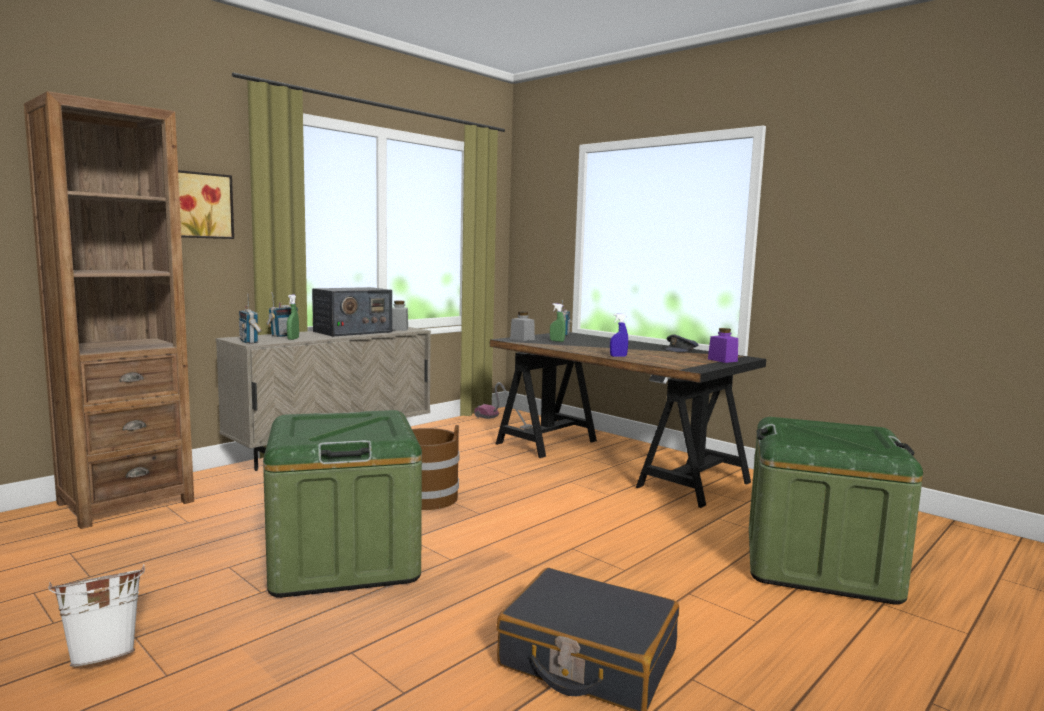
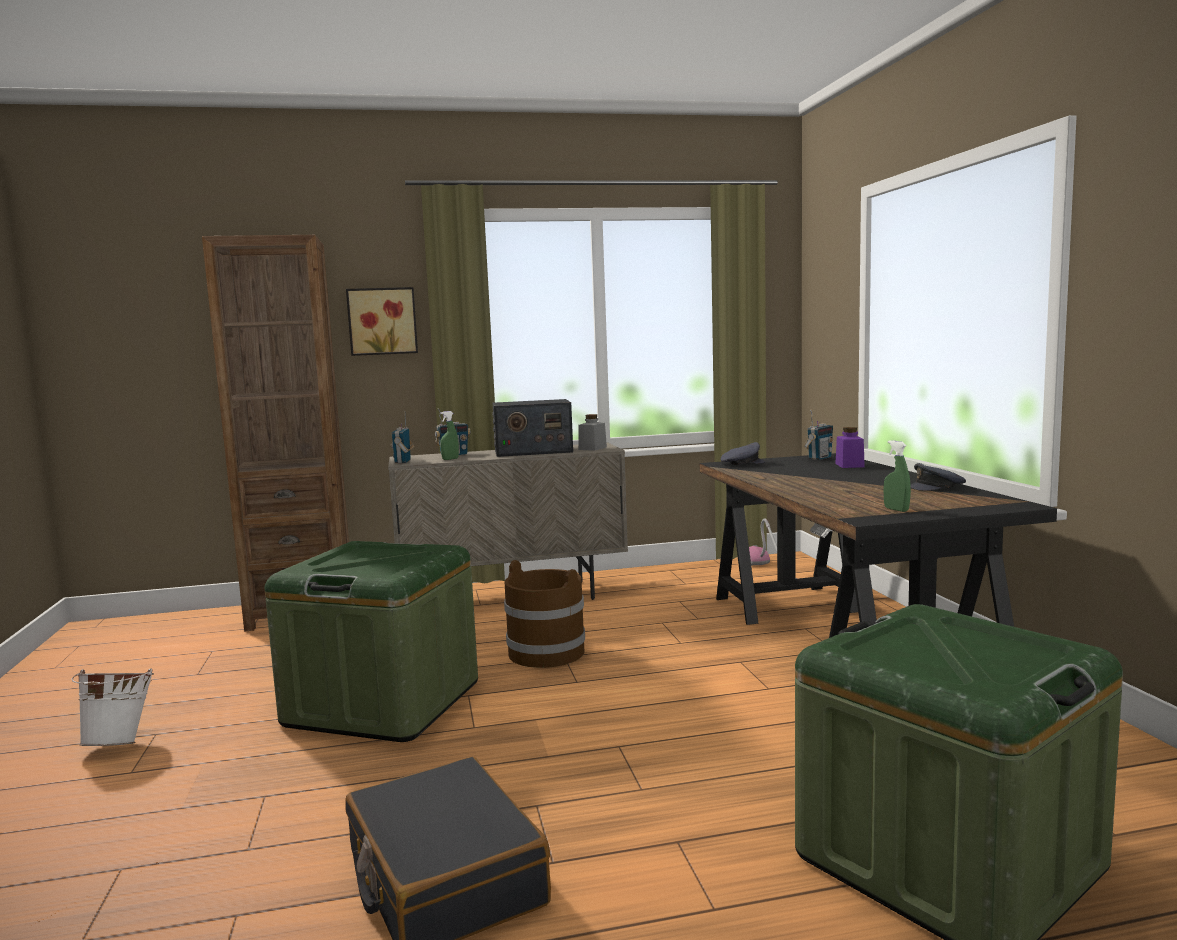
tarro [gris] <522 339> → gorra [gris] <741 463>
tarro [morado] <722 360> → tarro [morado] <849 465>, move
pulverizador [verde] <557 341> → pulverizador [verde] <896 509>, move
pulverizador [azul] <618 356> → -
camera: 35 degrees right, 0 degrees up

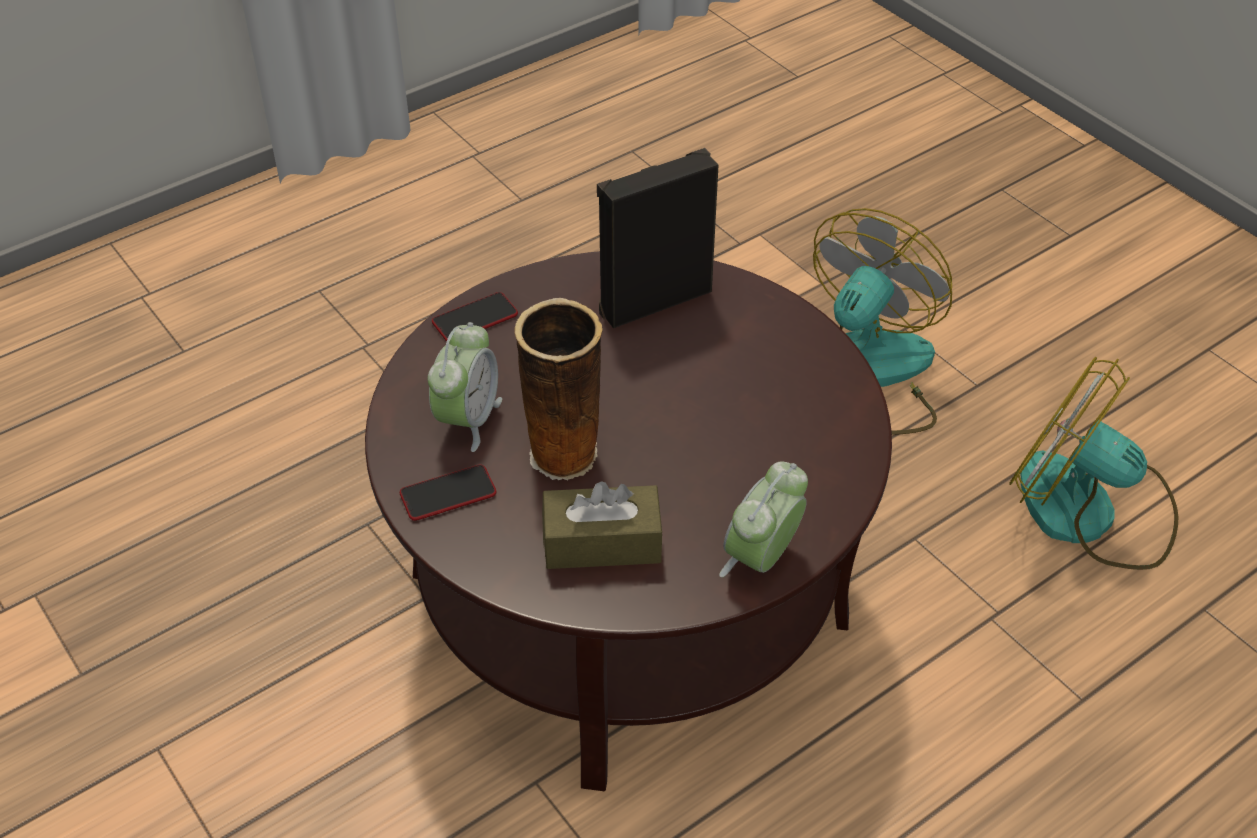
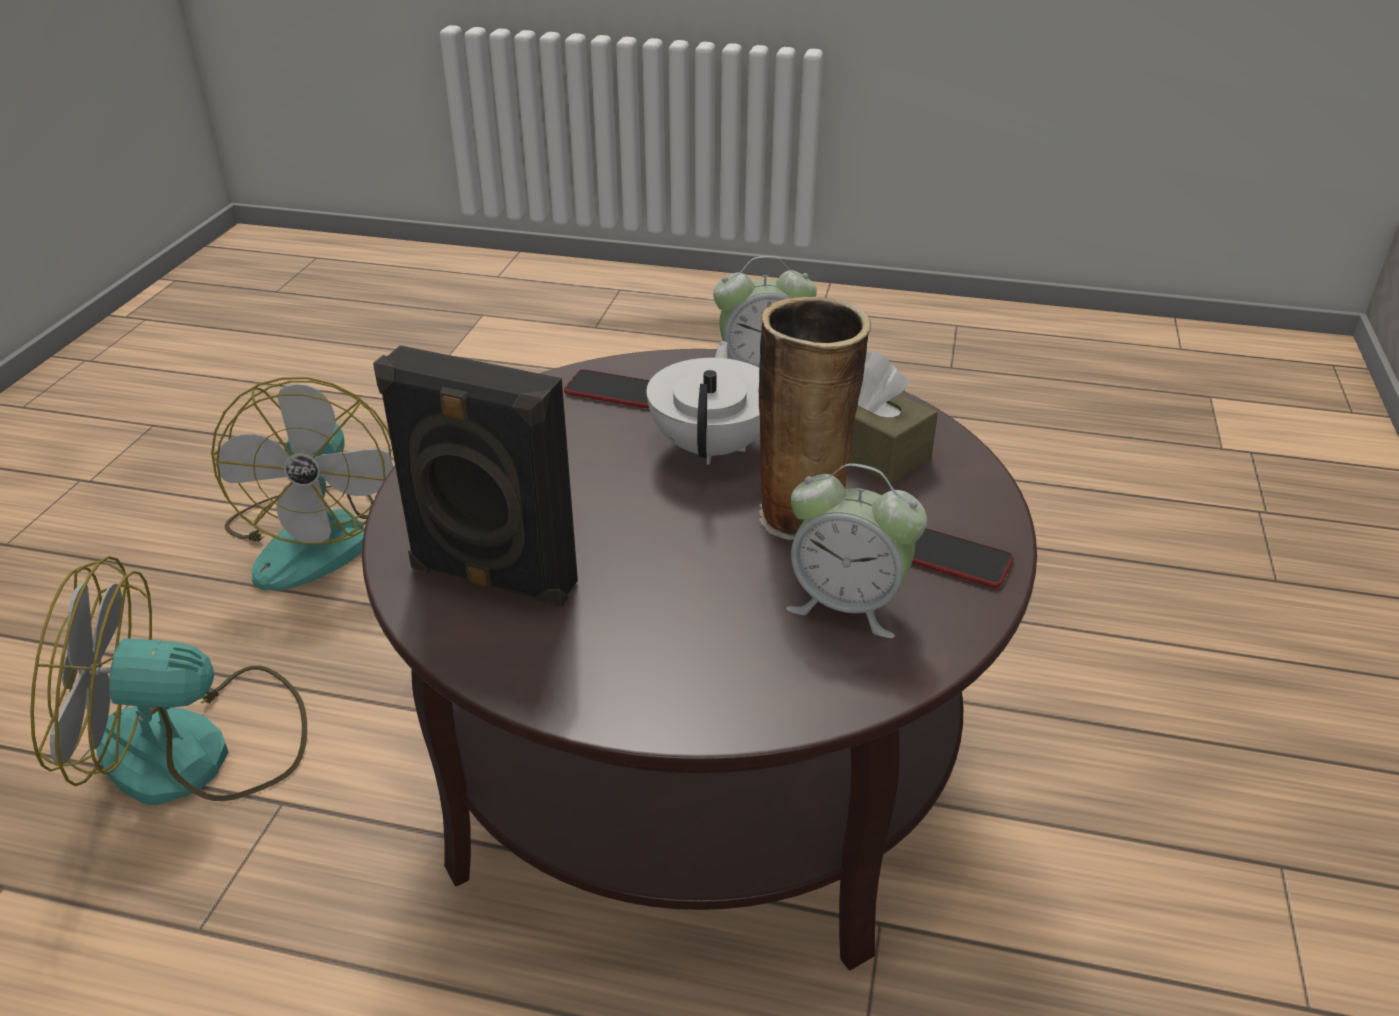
móvil <475 318> → móvil <614 391>, move
- → tetera [blanco] <713 446>
despertador <468 420> → despertador <847 605>, 135 degrees counterclockwise
camera: 130 degrees left, 10 degrees down

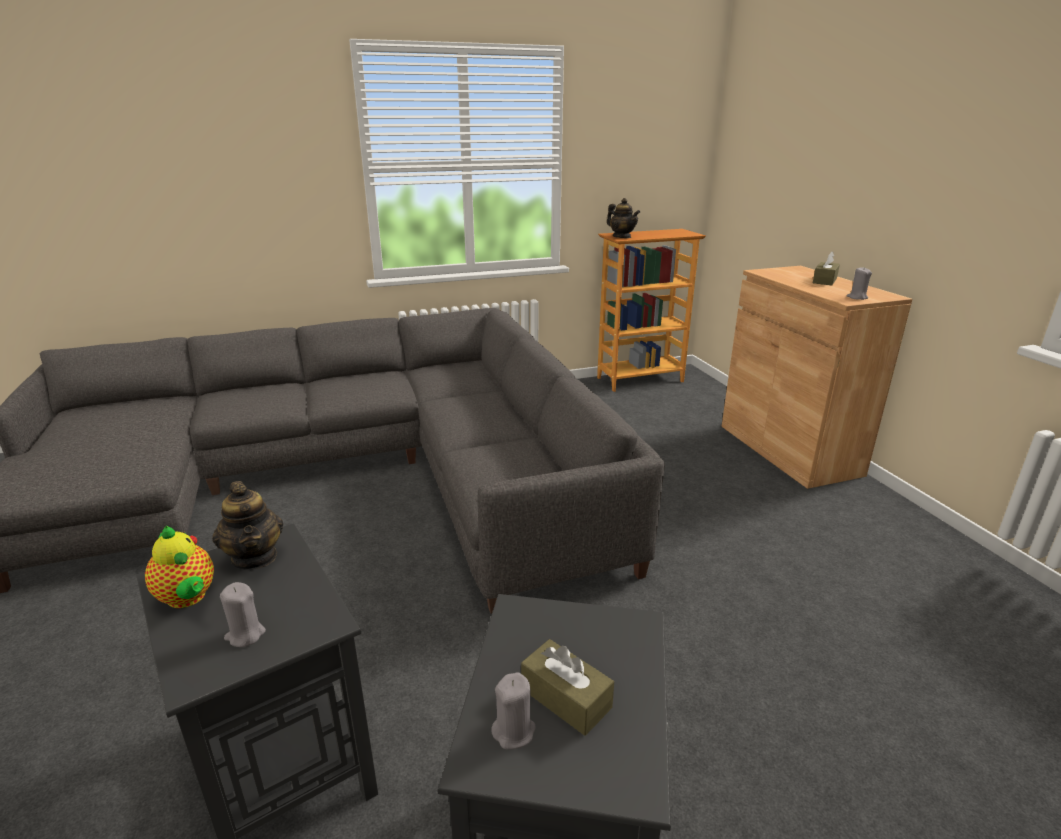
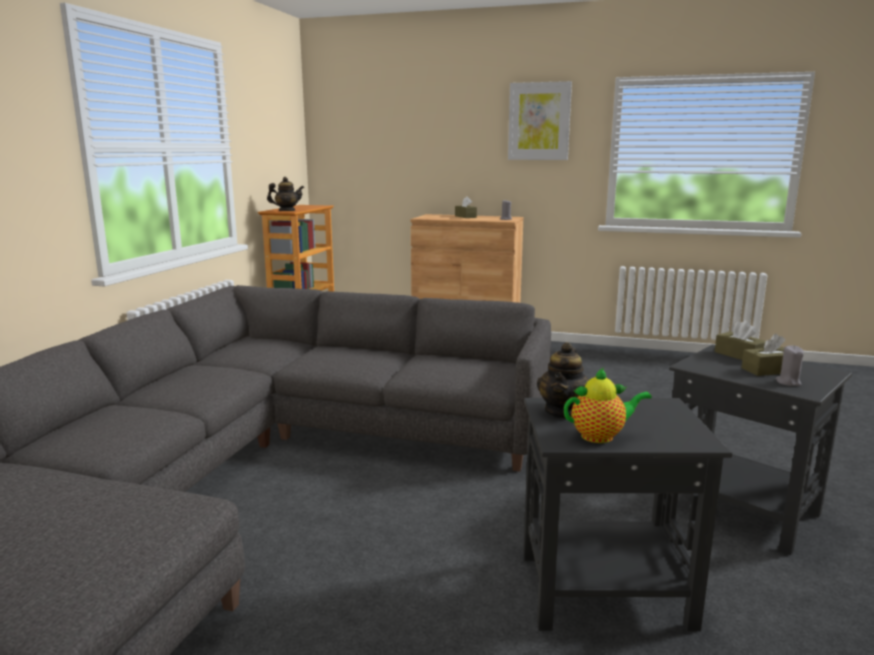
- → cuadro <539 121>
tetera <255 557> → tetera <563 412>, 105 degrees clockwise
- → caja de pañuelos [marrón] <739 355>
vela [gris] <245 635> → -
camera: 55 degrees left, 10 degrees down

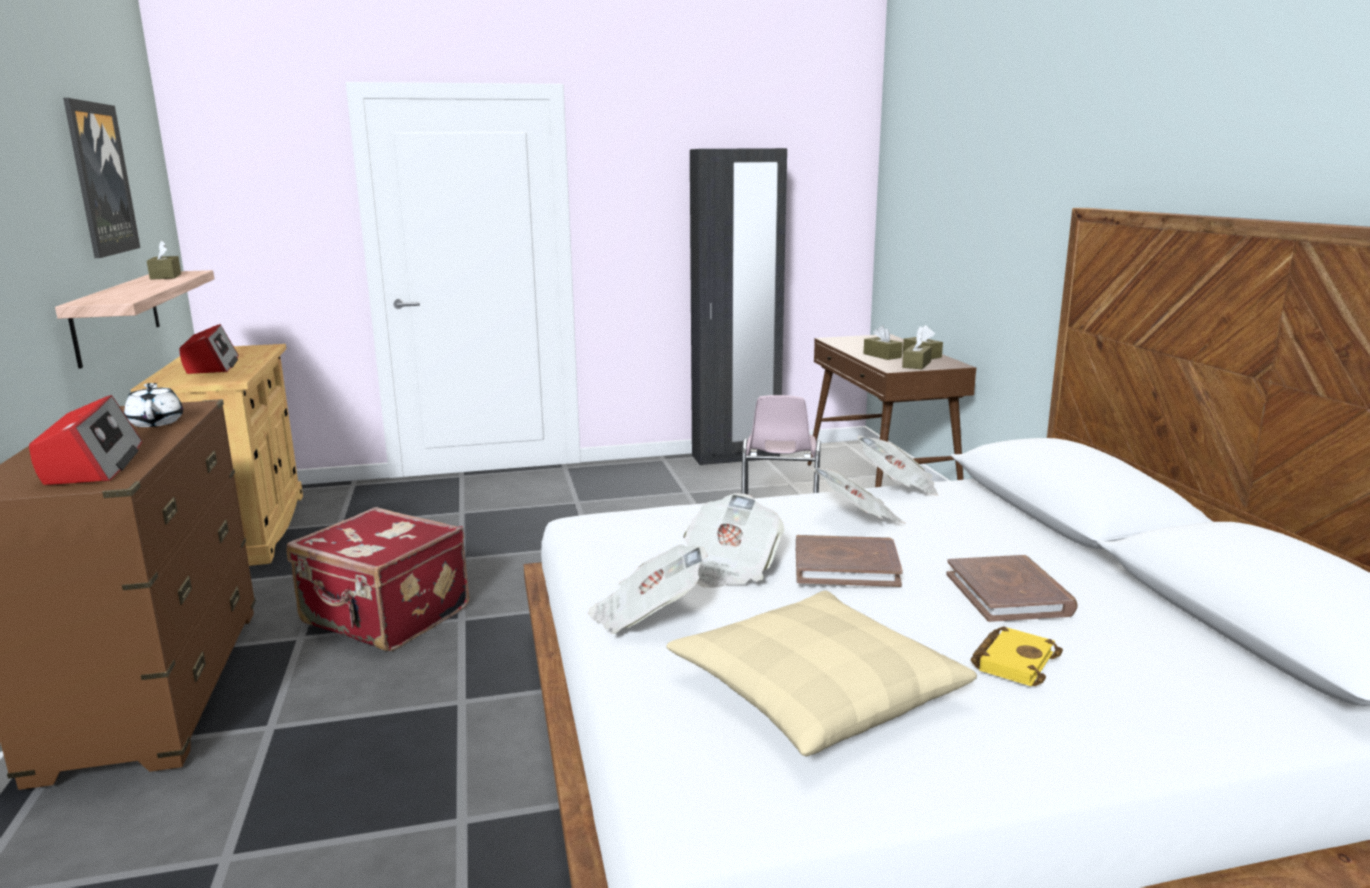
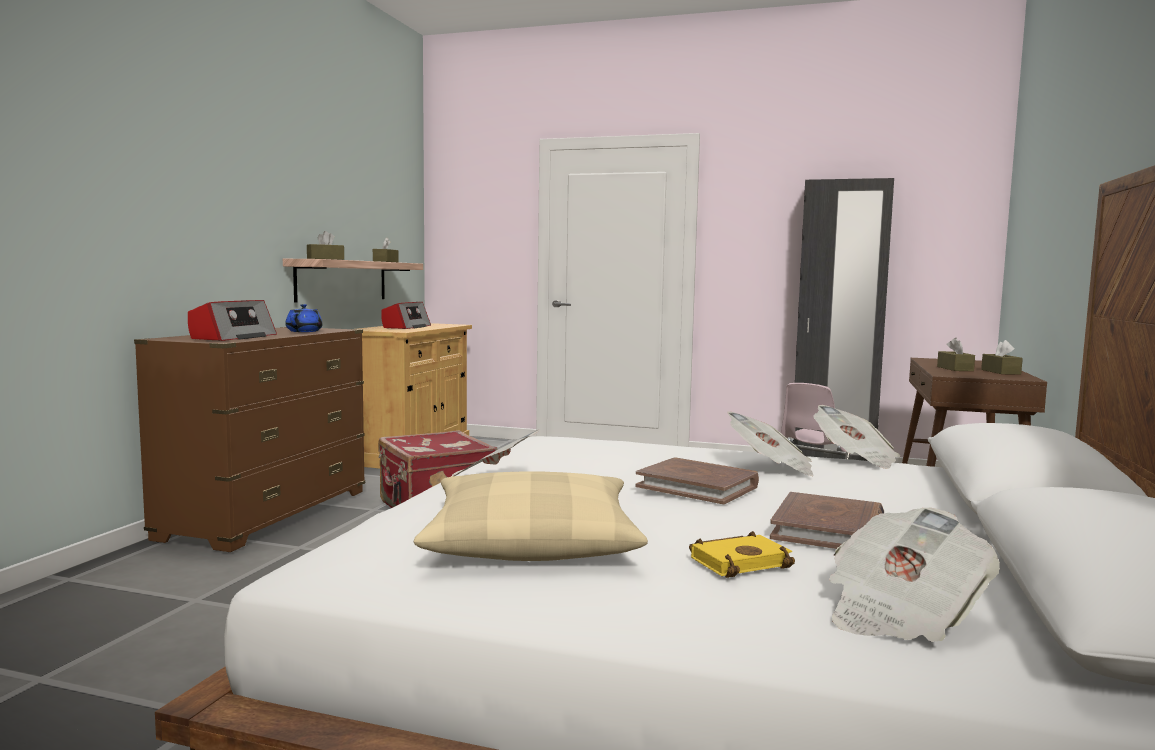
tetera [blanco] <156 422> → tetera [azul] <305 331>
caja de pañuelos [marrón] <916 365> → caja de pañuelos [marrón] <325 259>, move
periódico <730 567> → periódico <900 614>, move
cuadro <100 179> → -
camera: 30 degrees right, 10 degrees down

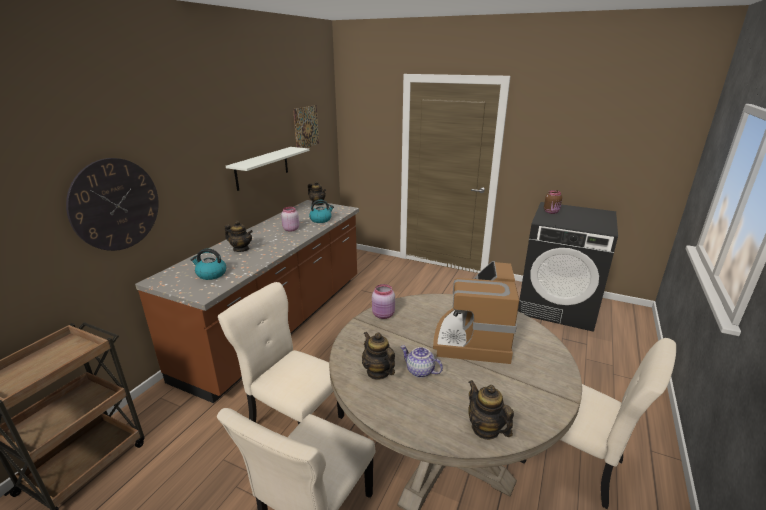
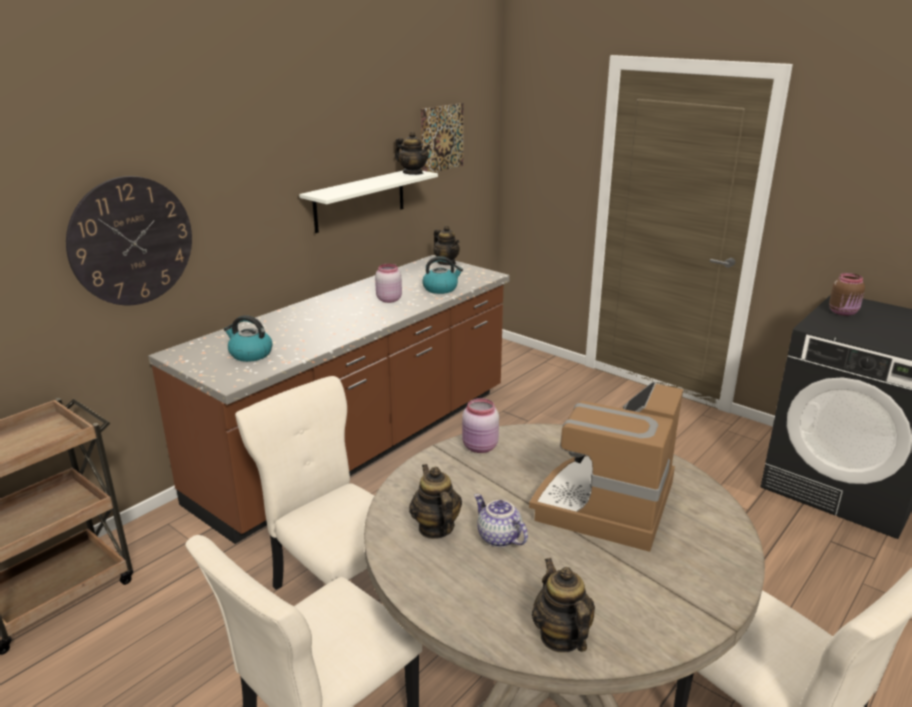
tetera <241 249> → tetera <413 173>, move
camera: 15 degrees right, 0 degrees up

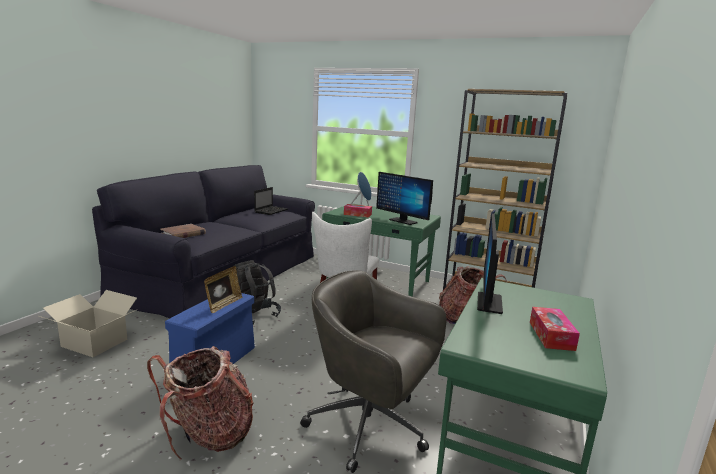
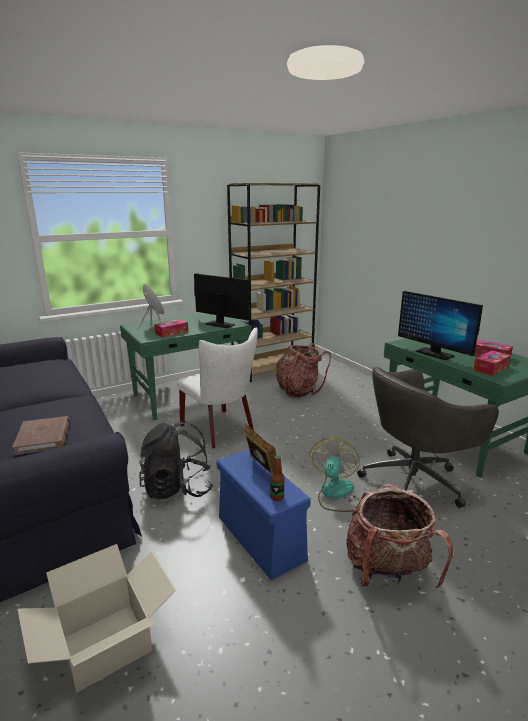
monitor <403 221> → monitor <220 324>, 135 degrees counterclockwise
- → botella <277 497>
- → ventilador <336 494>
- → caja de pañuelos <491 368>
portátil <271 211> → -
camera: 55 degrees left, 5 degrees up

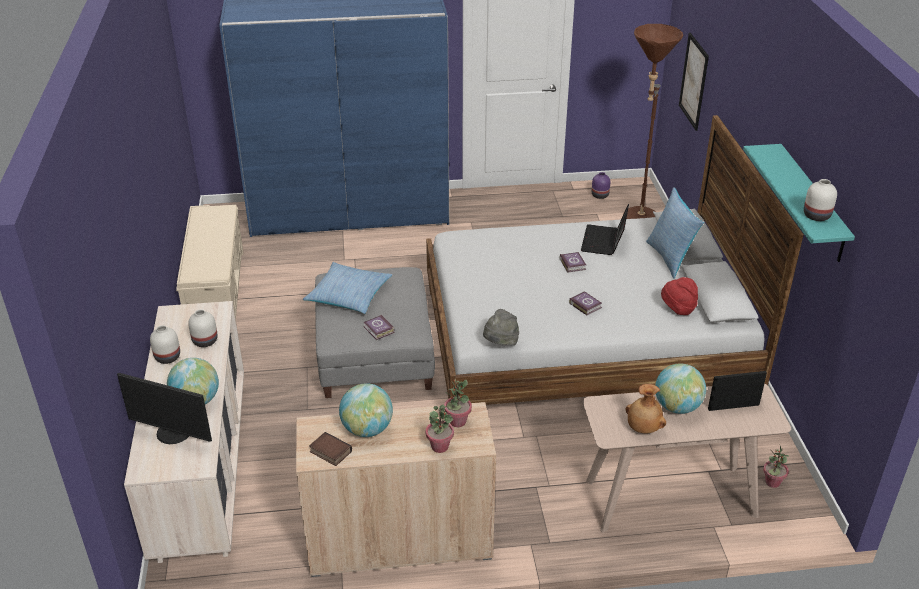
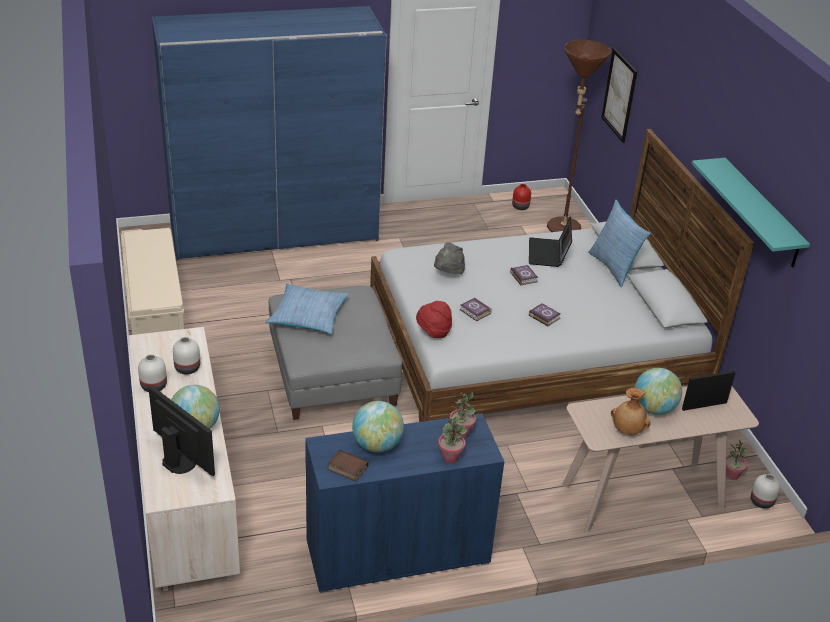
monitor <173 433> → monitor <181 460>, 150 degrees counterclockwise
armario [beis] <399 540> → armario [azul] <397 552>
sombrero [rojo] <678 309> → sombrero [rojo] <433 332>, move
sombrero [gris] <500 343> → sombrero [gris] <448 273>, move
libro <378 330> → libro <475 312>, move
florero [morado] <600 195> → florero [rojo] <521 207>
florero [blanco] <817 216> → florero [blanco] <762 502>, move
camera: 10 degrees left, 0 degrees up

